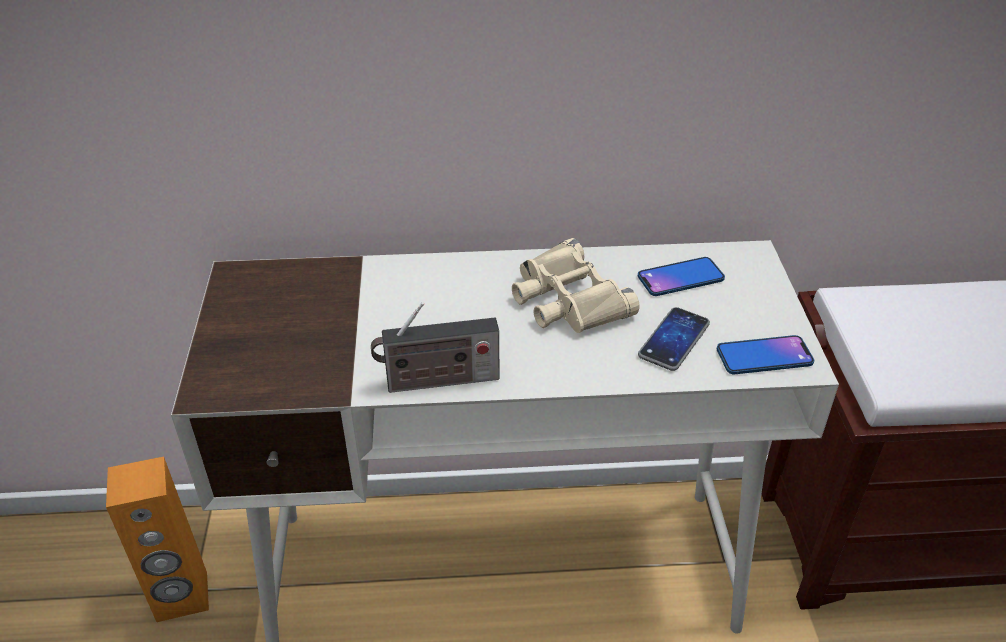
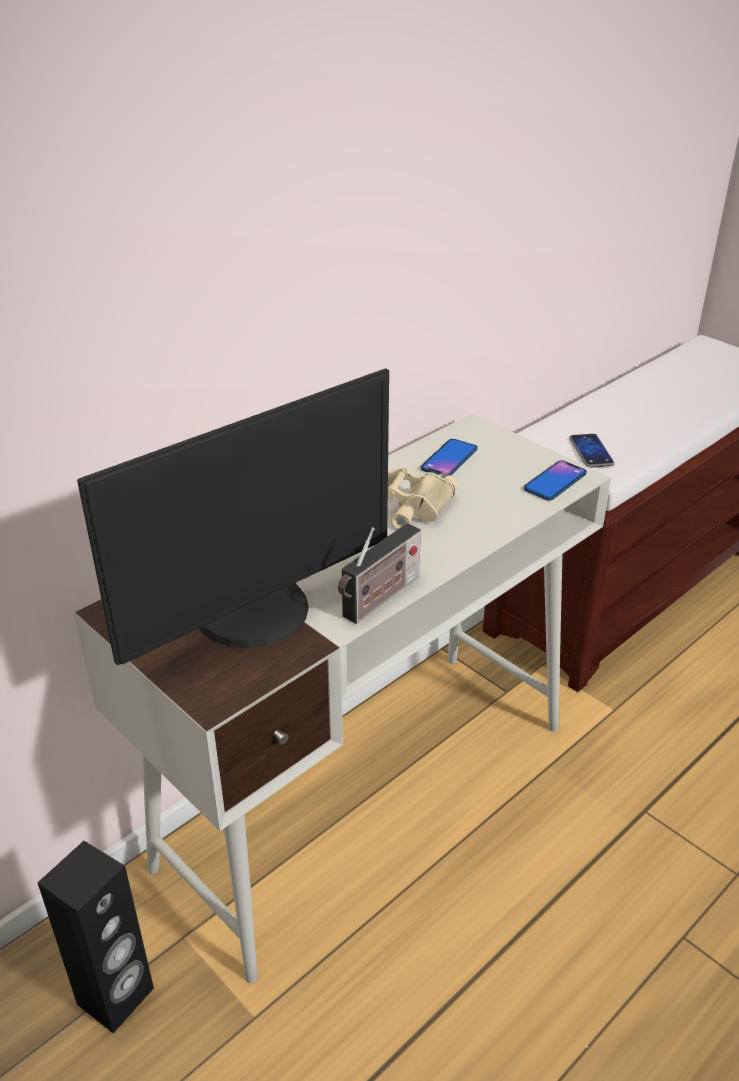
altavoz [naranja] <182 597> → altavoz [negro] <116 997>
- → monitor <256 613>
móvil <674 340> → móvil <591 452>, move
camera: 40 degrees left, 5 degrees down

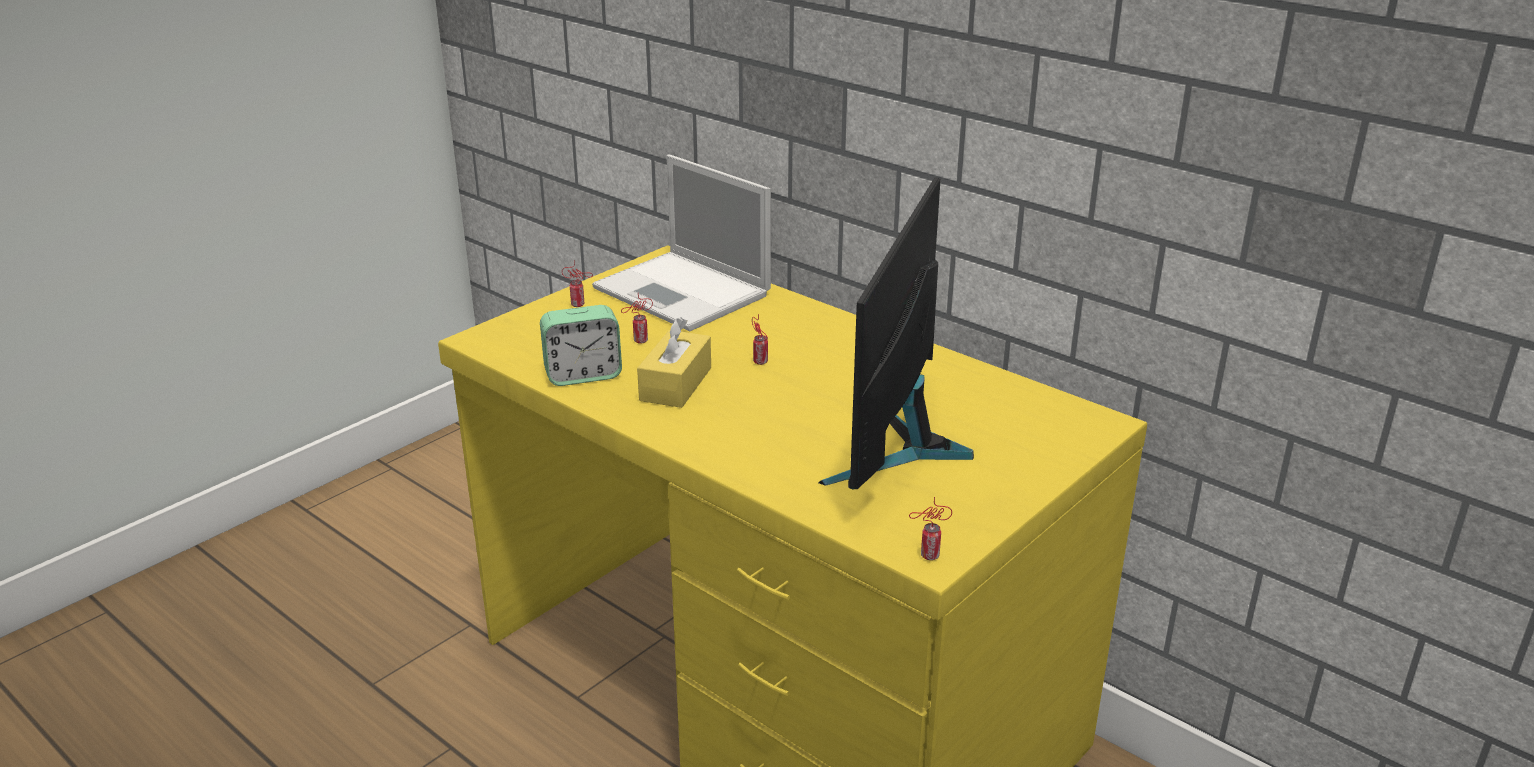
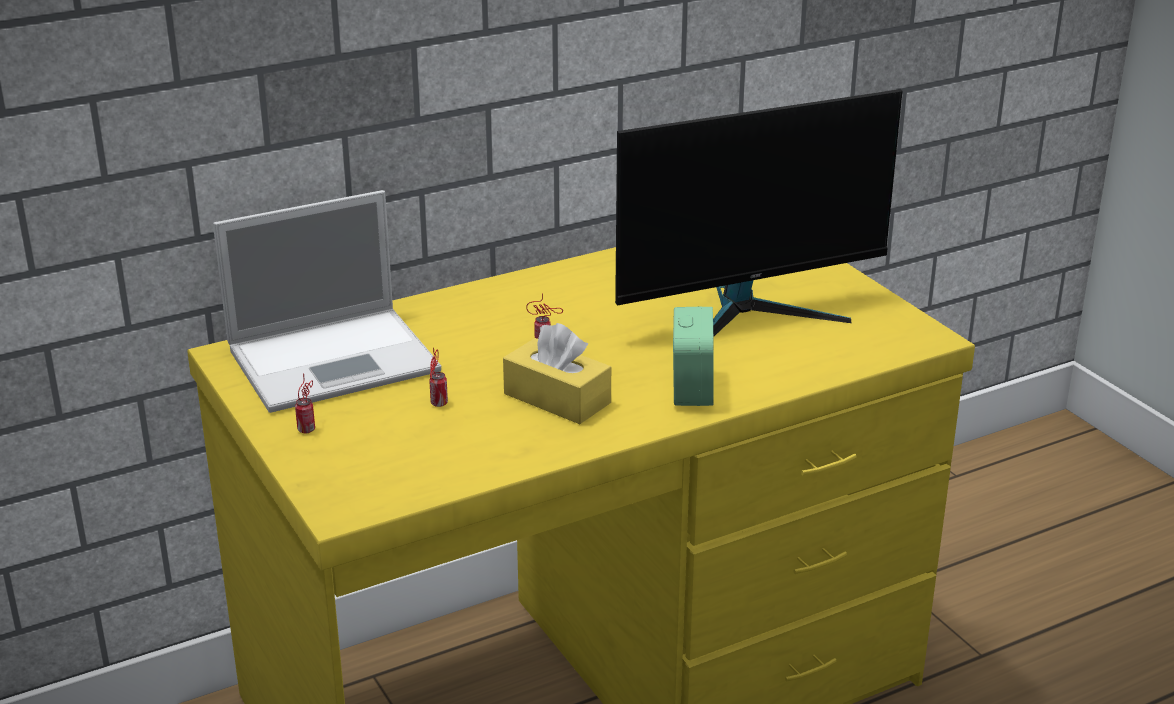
monitor <898 446> → monitor <749 313>, 60 degrees counterclockwise
despertador <583 375> → despertador <692 390>, move
lata <927 556> → -
camera: 70 degrees left, 0 degrees up

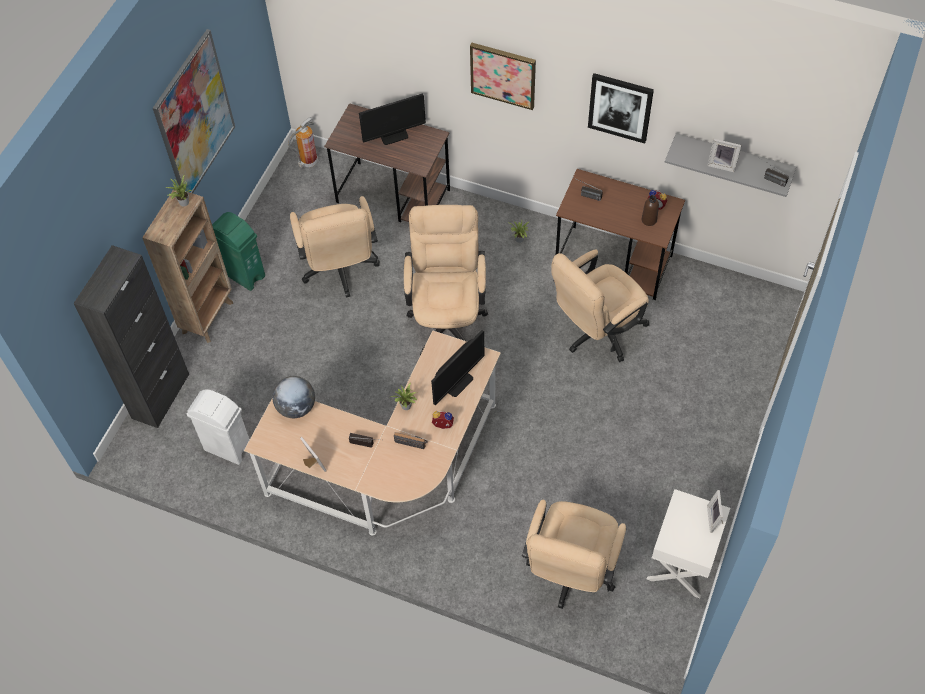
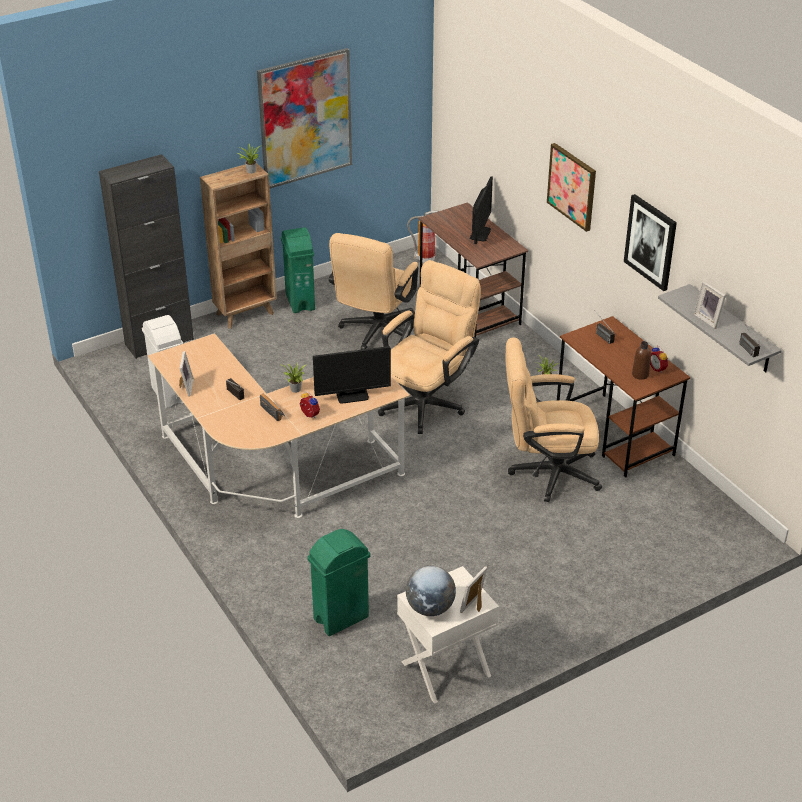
silla de oficina [beis] <570 572> → papelera [verde] <340 618>
globo terráqueo <296 407> → globo terráqueo <430 608>, move
monitor <394 135> → monitor <480 233>, 90 degrees counterclockwise
camera: 35 degrees right, 20 degrees down

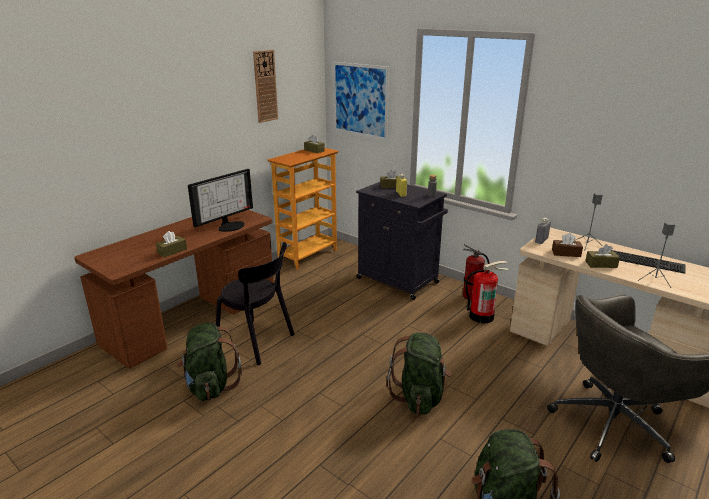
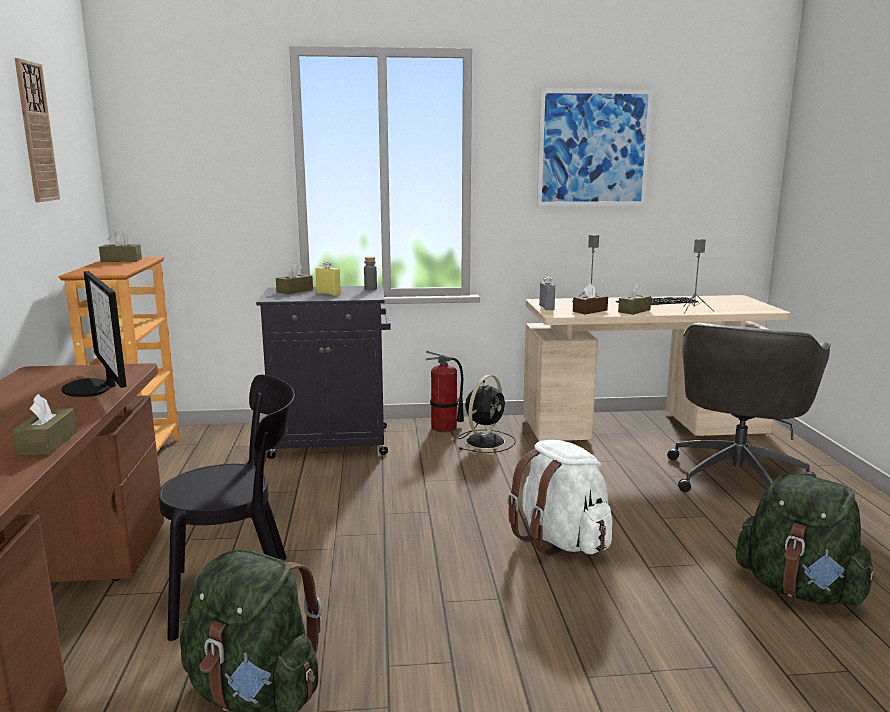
monitor <230 225> → monitor <94 387>, 150 degrees clockwise
extintor <481 316> → ventilador [negro] <486 441>
mochila [verde] <419 397> → mochila [blanco] <560 541>
cuadro <360 100> → cuadro <593 148>, move
camera: 45 degrees left, 10 degrees down

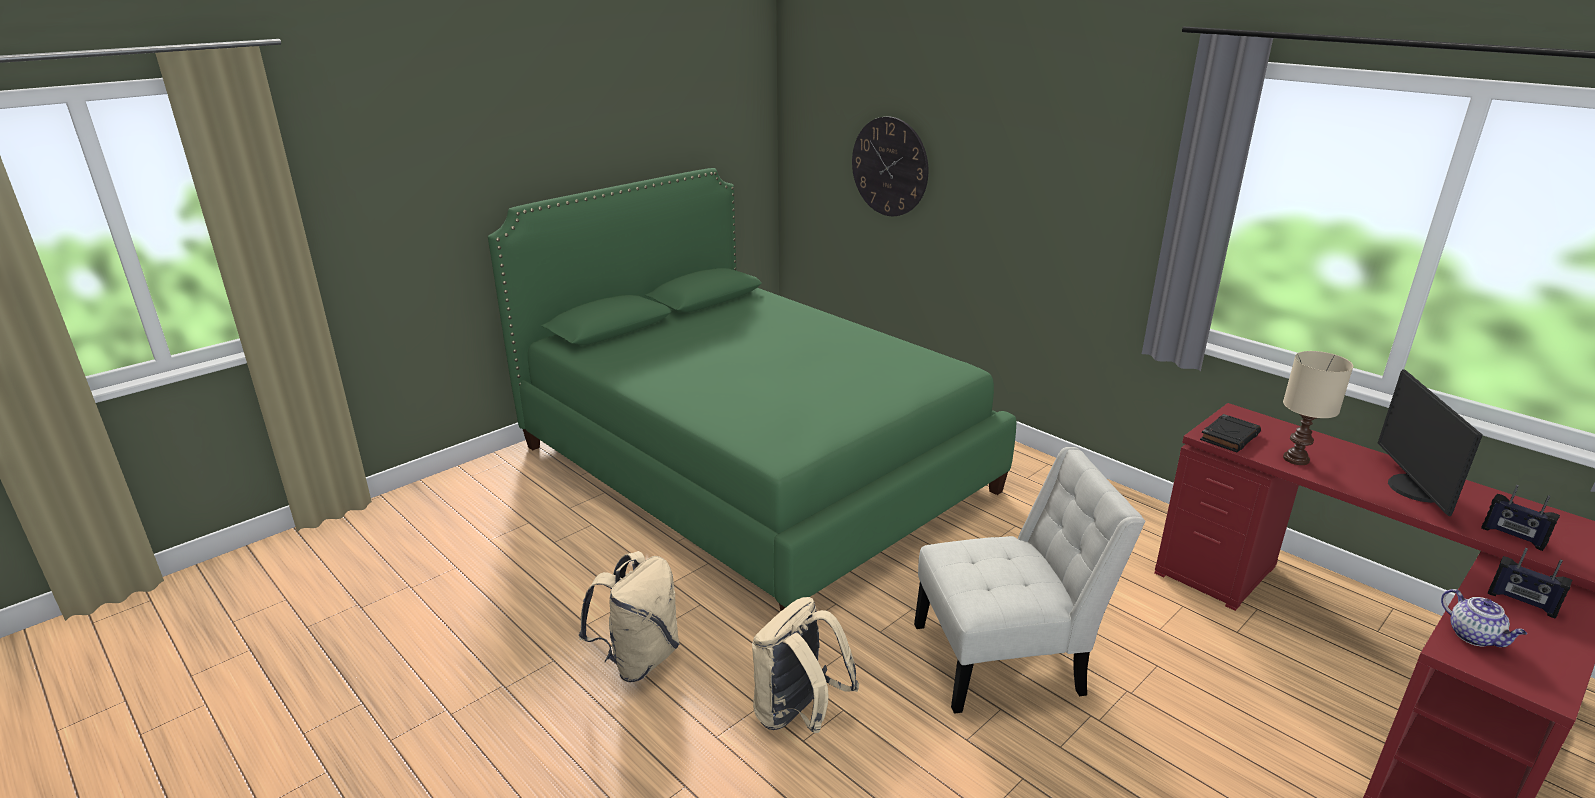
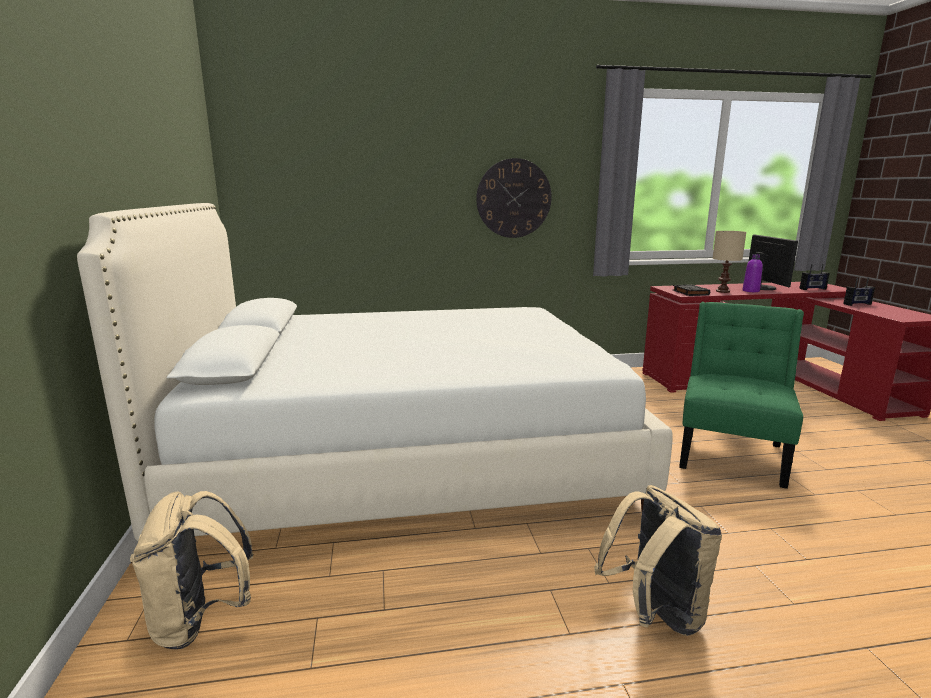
cama [verde] <753 467> → cama [blanco] <406 456>
mochila [beis] <798 715> → mochila [beis] <201 620>, move
reloj de pared <889 167> → reloj de pared <513 198>, move
silla [blanco] <1007 657> → silla [verde] <731 453>
- → botella [morado] <750 291>
monitor <1413 488> → monitor <763 288>, 135 degrees counterclockwise
tetera <1474 637> → -
camera: 55 degrees left, 10 degrees down

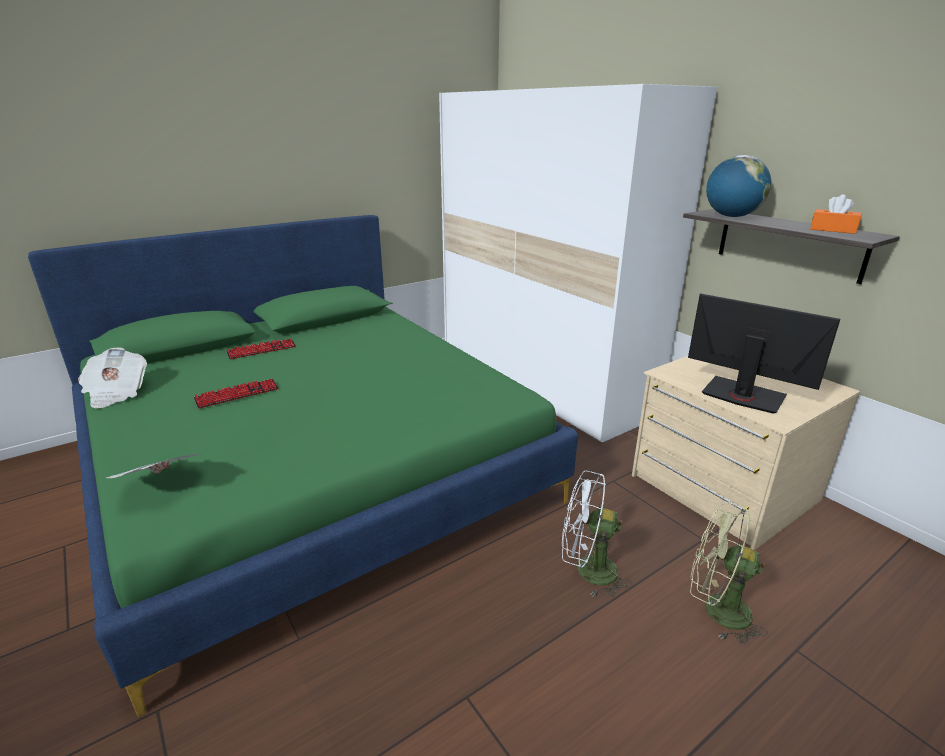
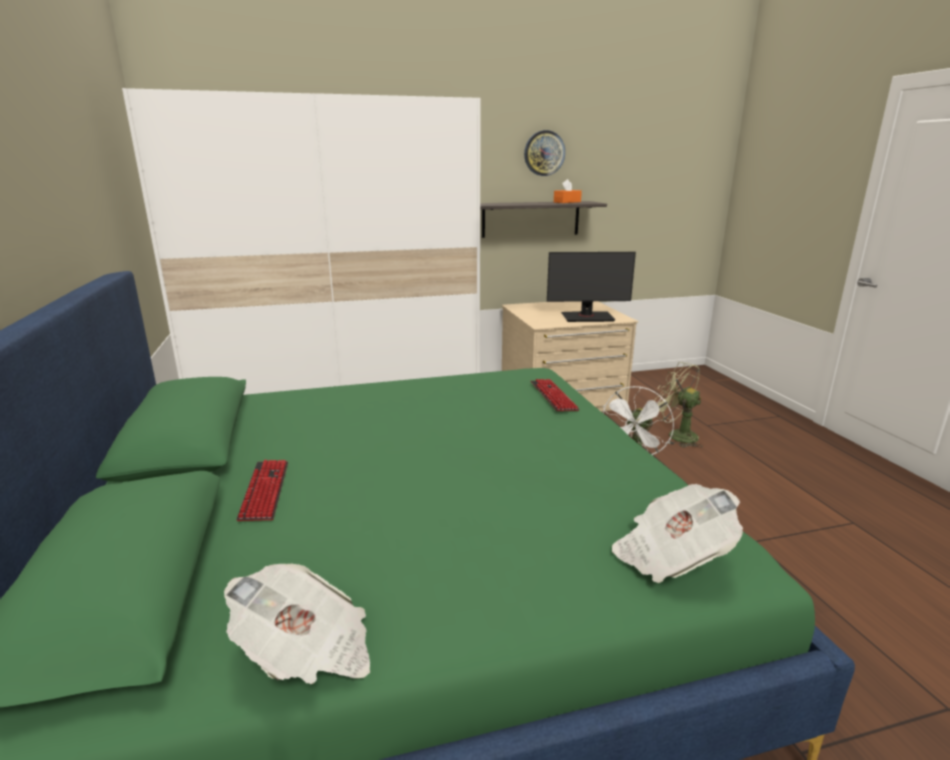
- → reloj de pared <544 153>
teclado <237 394> → teclado <553 396>, move
monitor <743 395> → monitor <587 317>, 150 degrees counterclockwise
ventilador [verde] <716 610> → ventilador [verde] <676 435>, 90 degrees clockwise
globo terráqueo <731 216> → -
camera: 70 degrees left, 5 degrees down

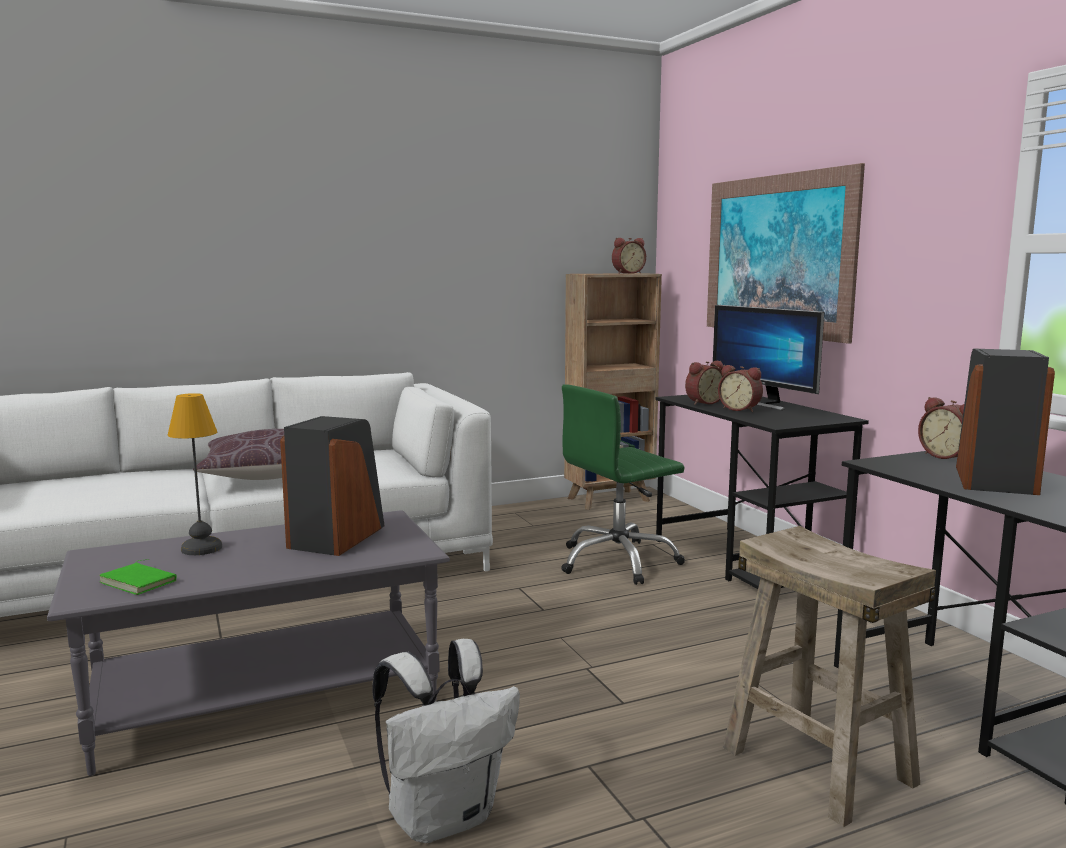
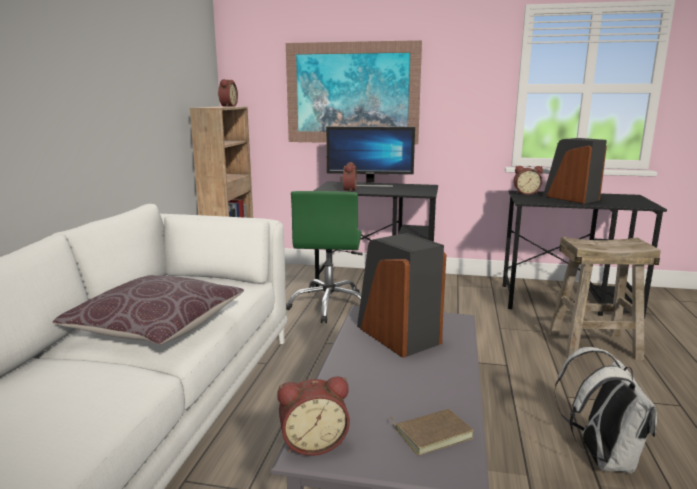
despertador <740 409> → despertador <313 442>, move
libro [verde] <140 582> → libro [marrón] <432 433>
lámpara de mesa <203 548> → -
camera: 55 degrees left, 5 degrees up

